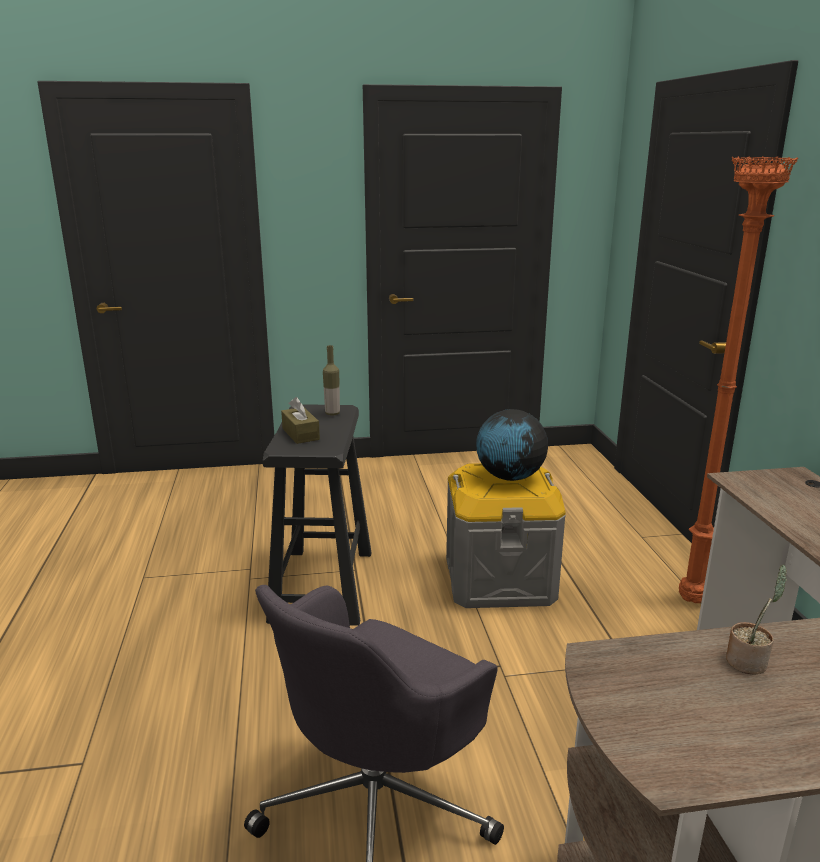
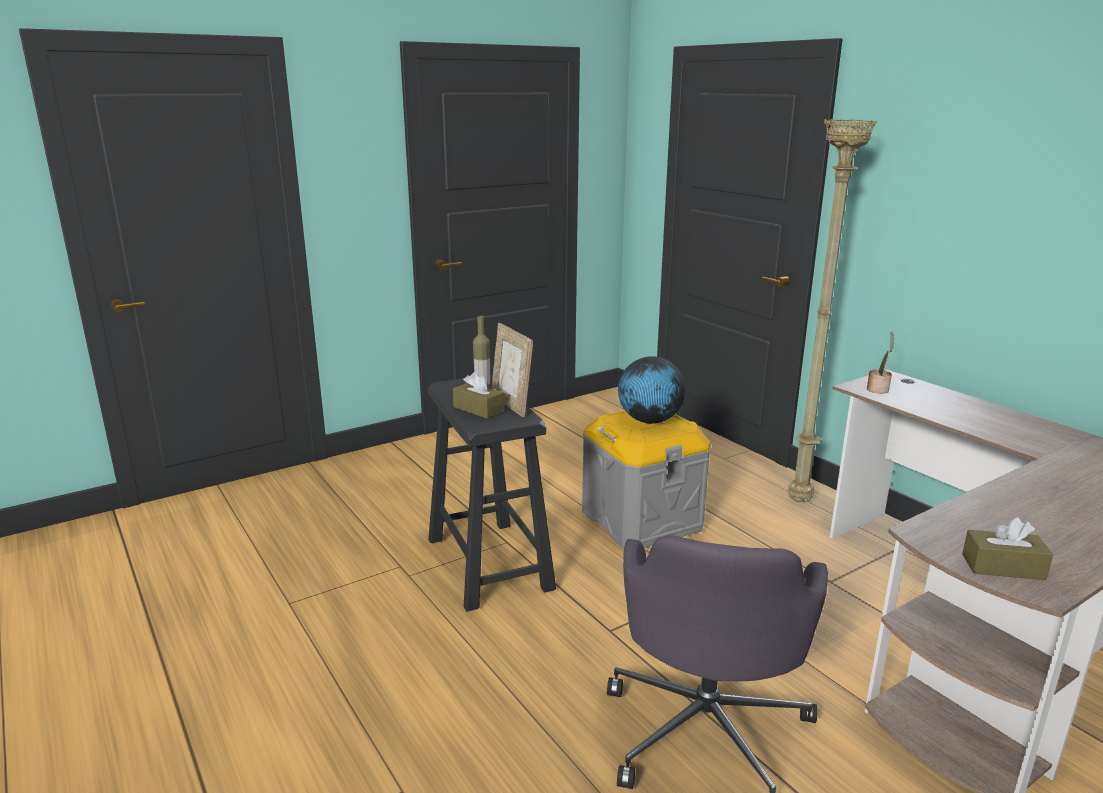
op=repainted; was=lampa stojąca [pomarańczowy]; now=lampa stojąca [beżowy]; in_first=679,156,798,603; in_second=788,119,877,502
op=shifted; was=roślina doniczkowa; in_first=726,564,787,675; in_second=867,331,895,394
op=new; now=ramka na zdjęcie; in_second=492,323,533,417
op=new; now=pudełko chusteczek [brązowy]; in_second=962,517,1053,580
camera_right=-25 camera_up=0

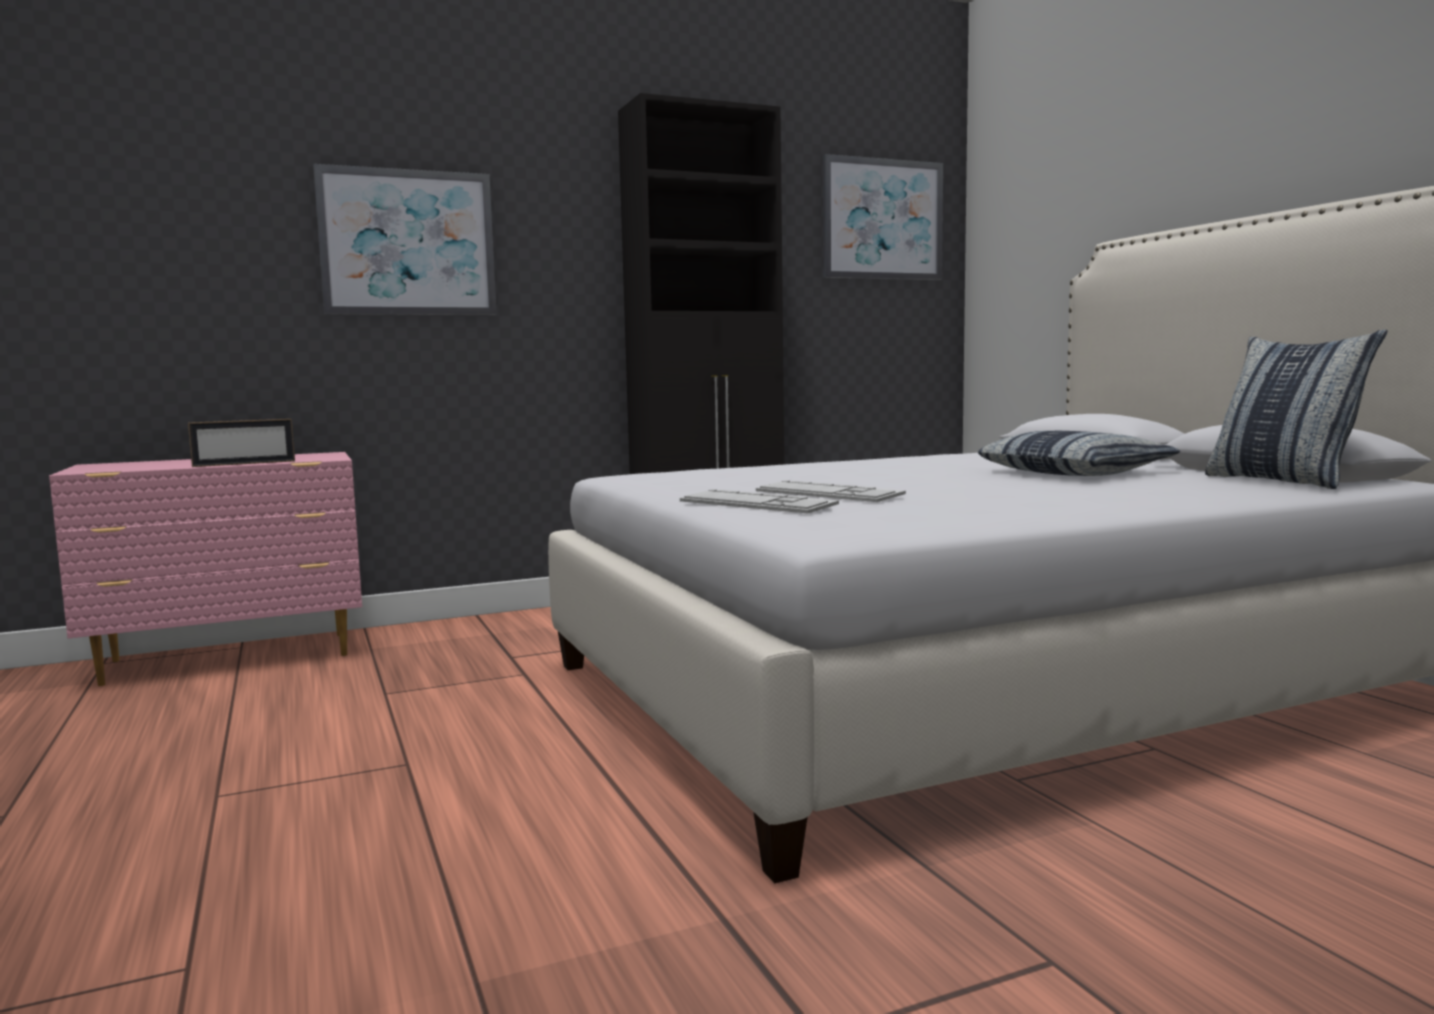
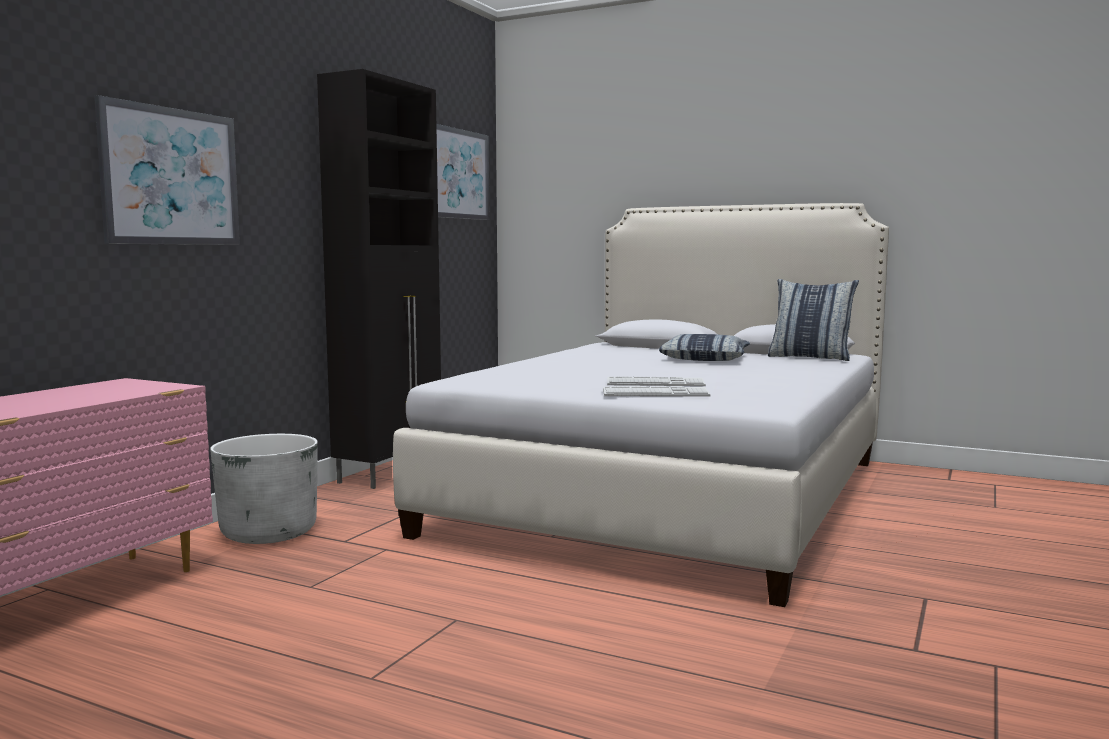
op=gone; was=ramka na zdjęcie; in_first=188,419,295,467
op=new; now=donica [biały]; in_second=210,434,318,544
camera_right=-40 camera_up=0

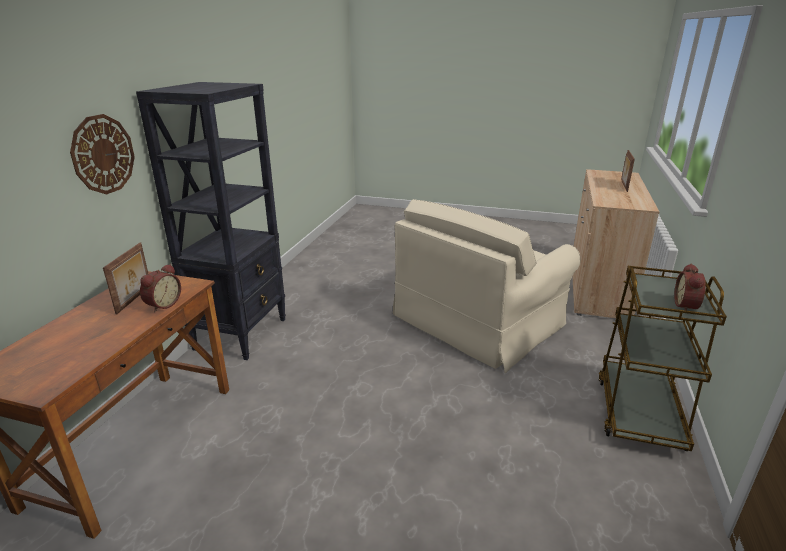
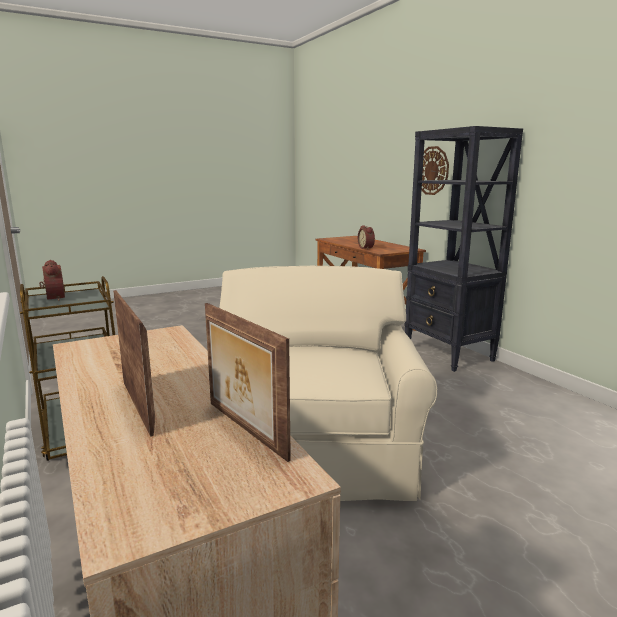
op=shifted; was=ramka na zdjęcie; in_first=103,242,148,315; in_second=205,303,291,462
camera_right=135 camera_up=-10

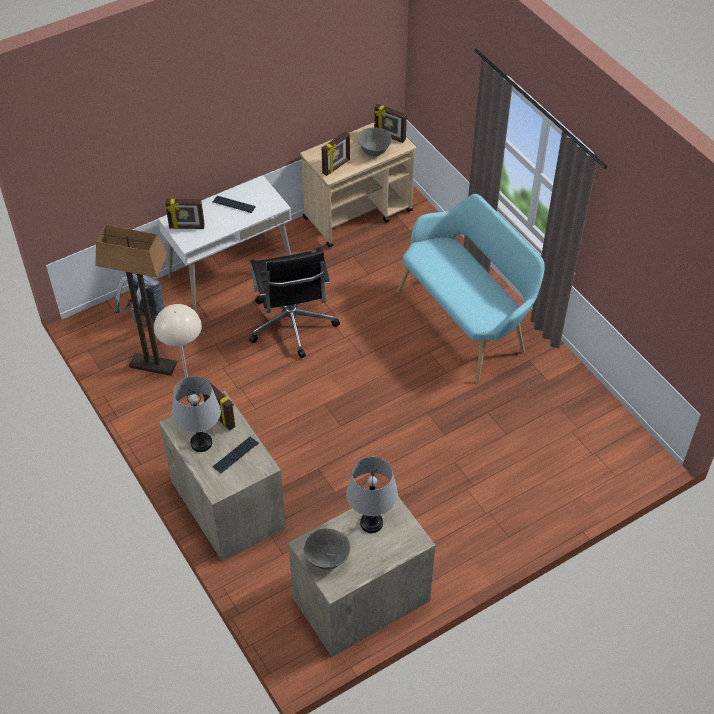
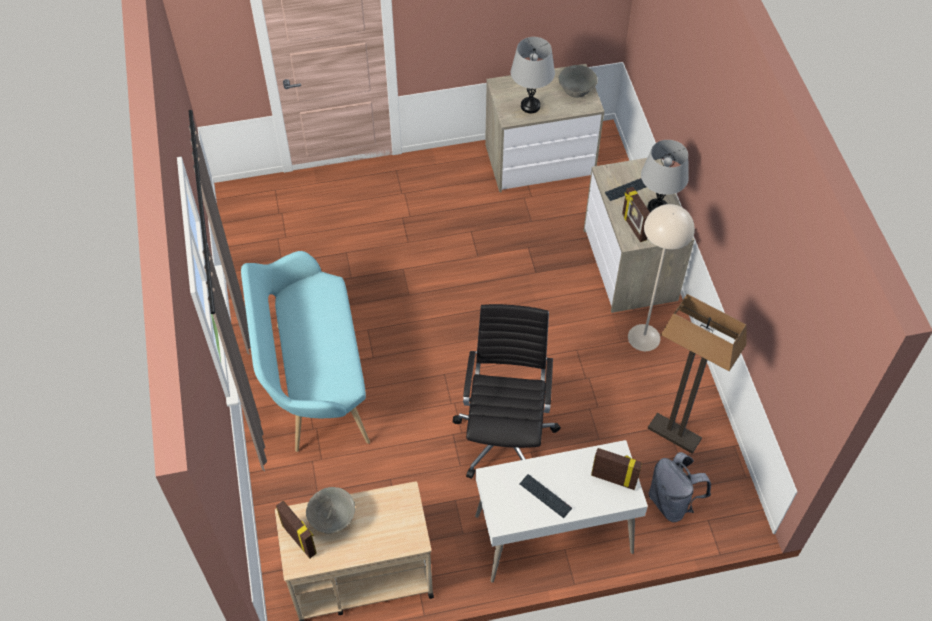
op=gone; was=ramka na zdjęcie; in_first=322,131,350,176
camera_right=-160 camera_up=5

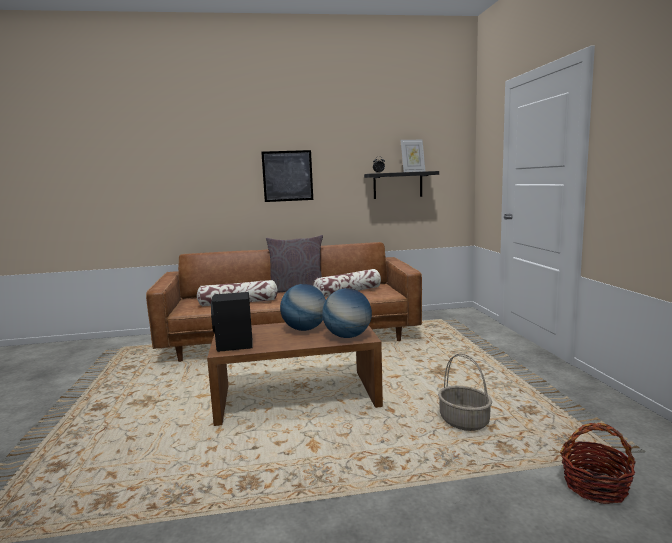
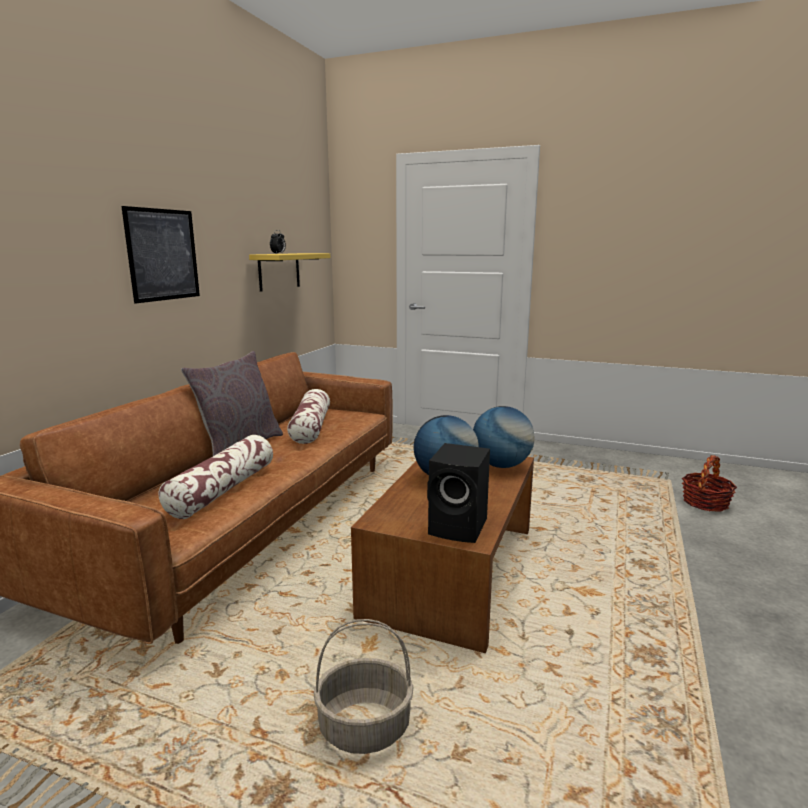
op=gone; was=ramka na zdjęcie; in_first=401,140,425,172
op=repainted; was=półka [czarny]; now=półka [żółty]; in_first=364,171,439,199; in_second=249,253,330,292
op=shifted; was=koszyk; in_first=438,353,492,431; in_second=313,619,414,754
camera_right=-60 camera_up=5

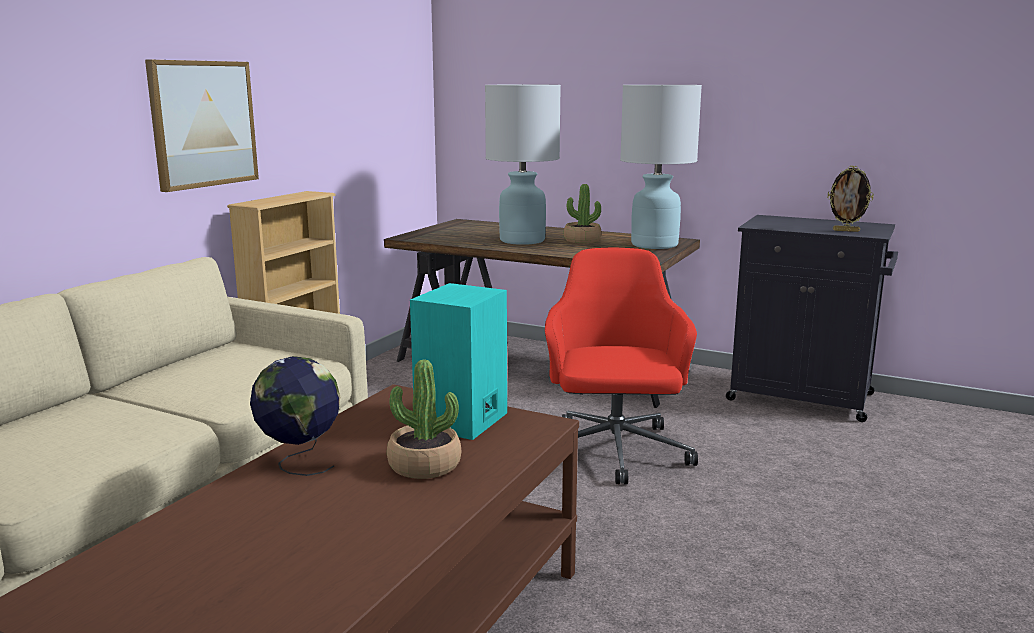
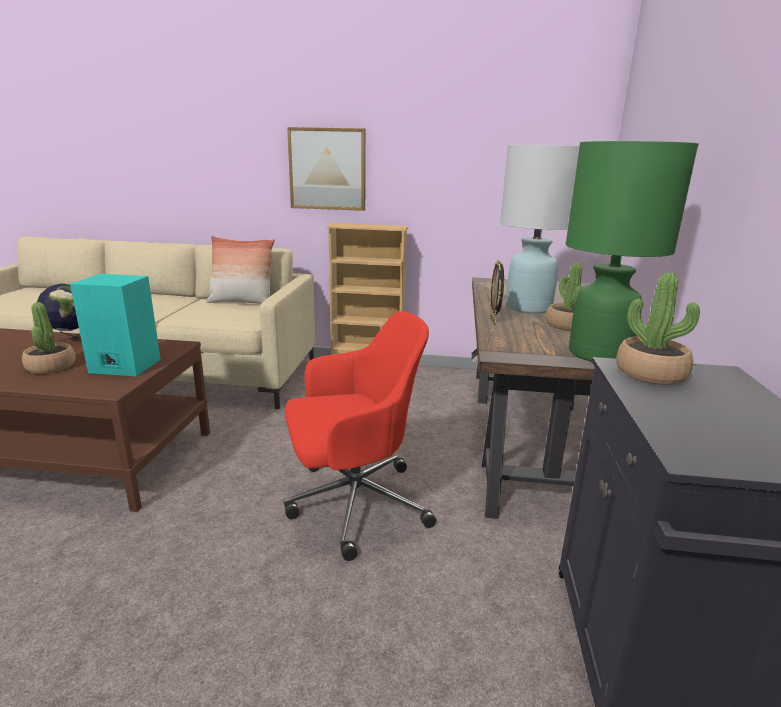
op=repainted; was=lampa stołowa [biały]; now=lampa stołowa [zielony]; in_first=620,85,702,249; in_second=565,141,699,362
op=shifted; was=ramka na zdjęcie; in_first=827,166,874,232; in_second=490,259,504,324
op=new; now=poduszka; in_second=206,236,275,304
op=new; now=roślina doniczkowa; in_second=616,273,700,385
camera_right=70 camera_up=5

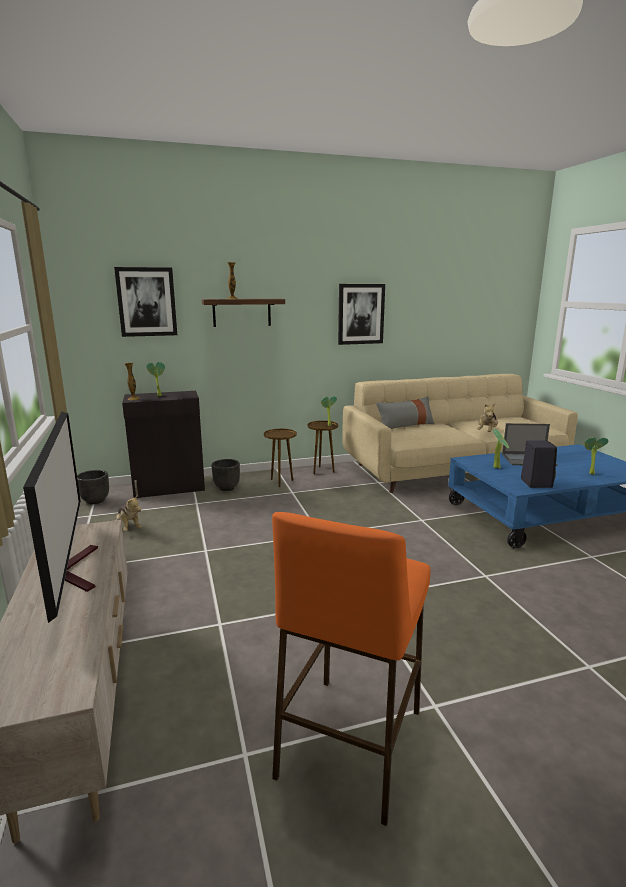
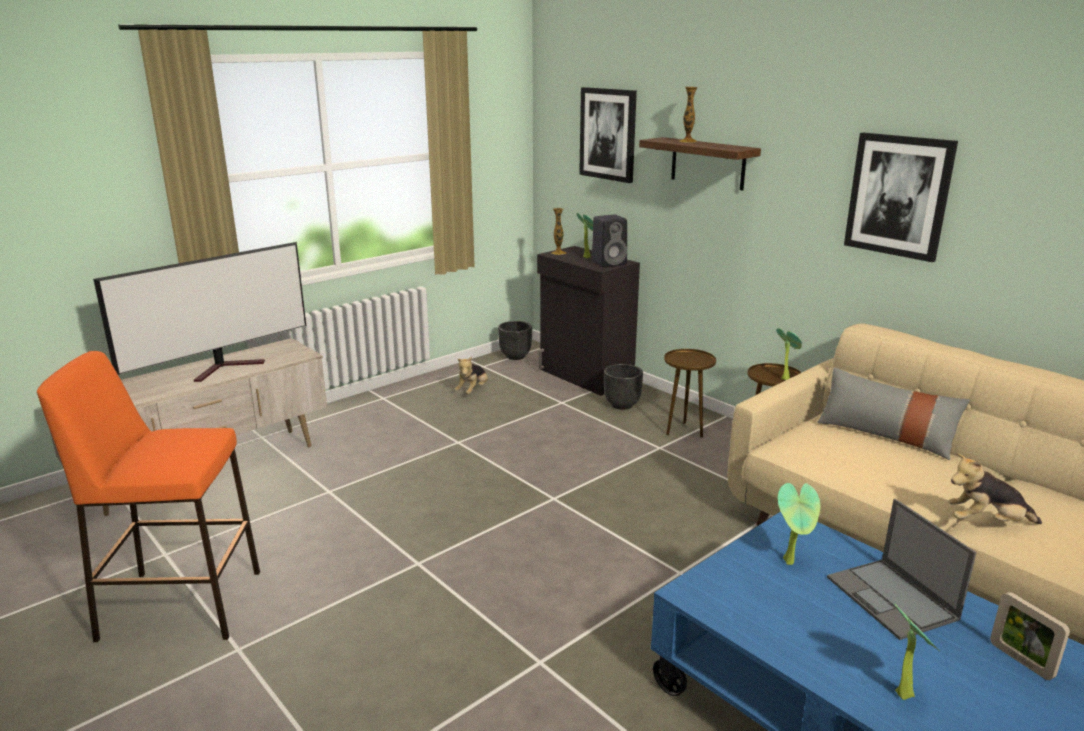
op=shifted; was=głośnik [czarny]; in_first=521,440,557,488; in_second=592,215,627,267
op=new; now=ramka na zdjęcie; in_second=990,592,1070,680
camera_right=65 camera_up=5

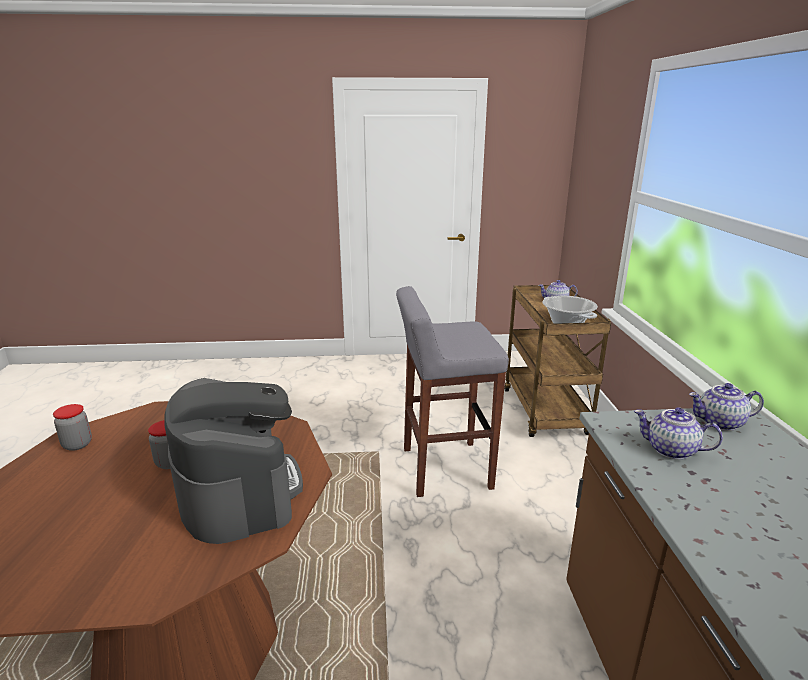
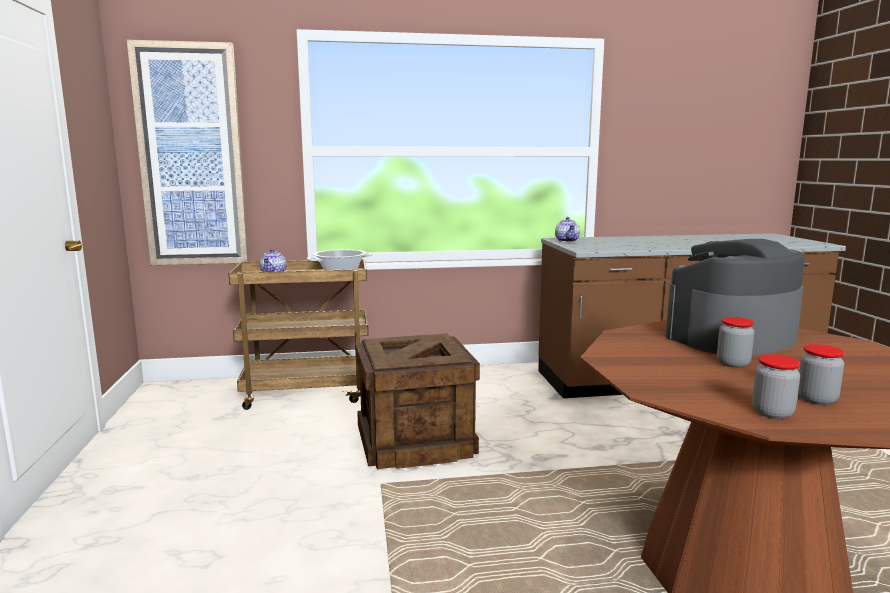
op=swapped; was=stołek [szary]; now=skrzynka; in_first=396,286,509,497; in_second=355,333,480,469
op=gone; was=imbryk; in_first=634,407,723,460
op=new; now=obraz; in_second=127,40,249,265
op=new; now=słoik; in_second=798,344,845,405
camera_right=-95 camera_up=-10

